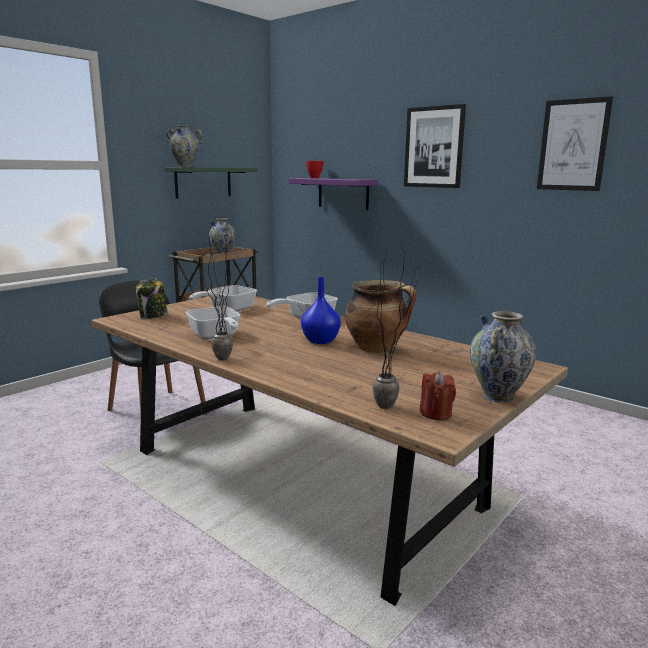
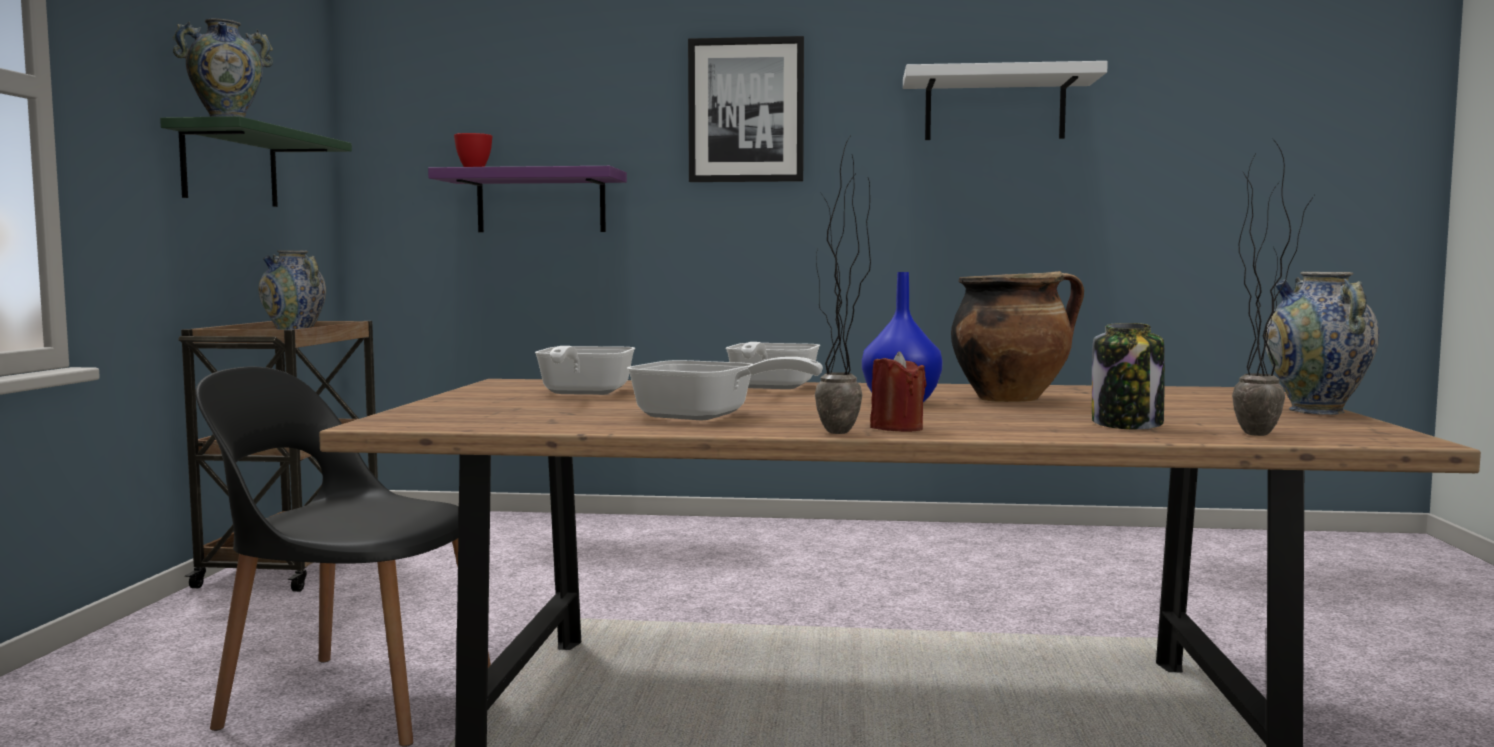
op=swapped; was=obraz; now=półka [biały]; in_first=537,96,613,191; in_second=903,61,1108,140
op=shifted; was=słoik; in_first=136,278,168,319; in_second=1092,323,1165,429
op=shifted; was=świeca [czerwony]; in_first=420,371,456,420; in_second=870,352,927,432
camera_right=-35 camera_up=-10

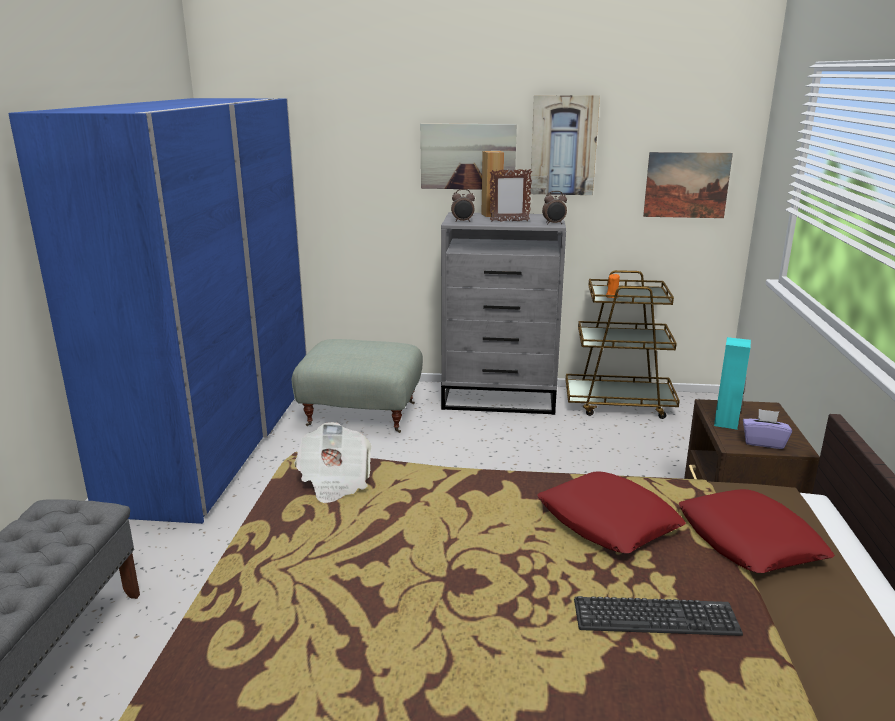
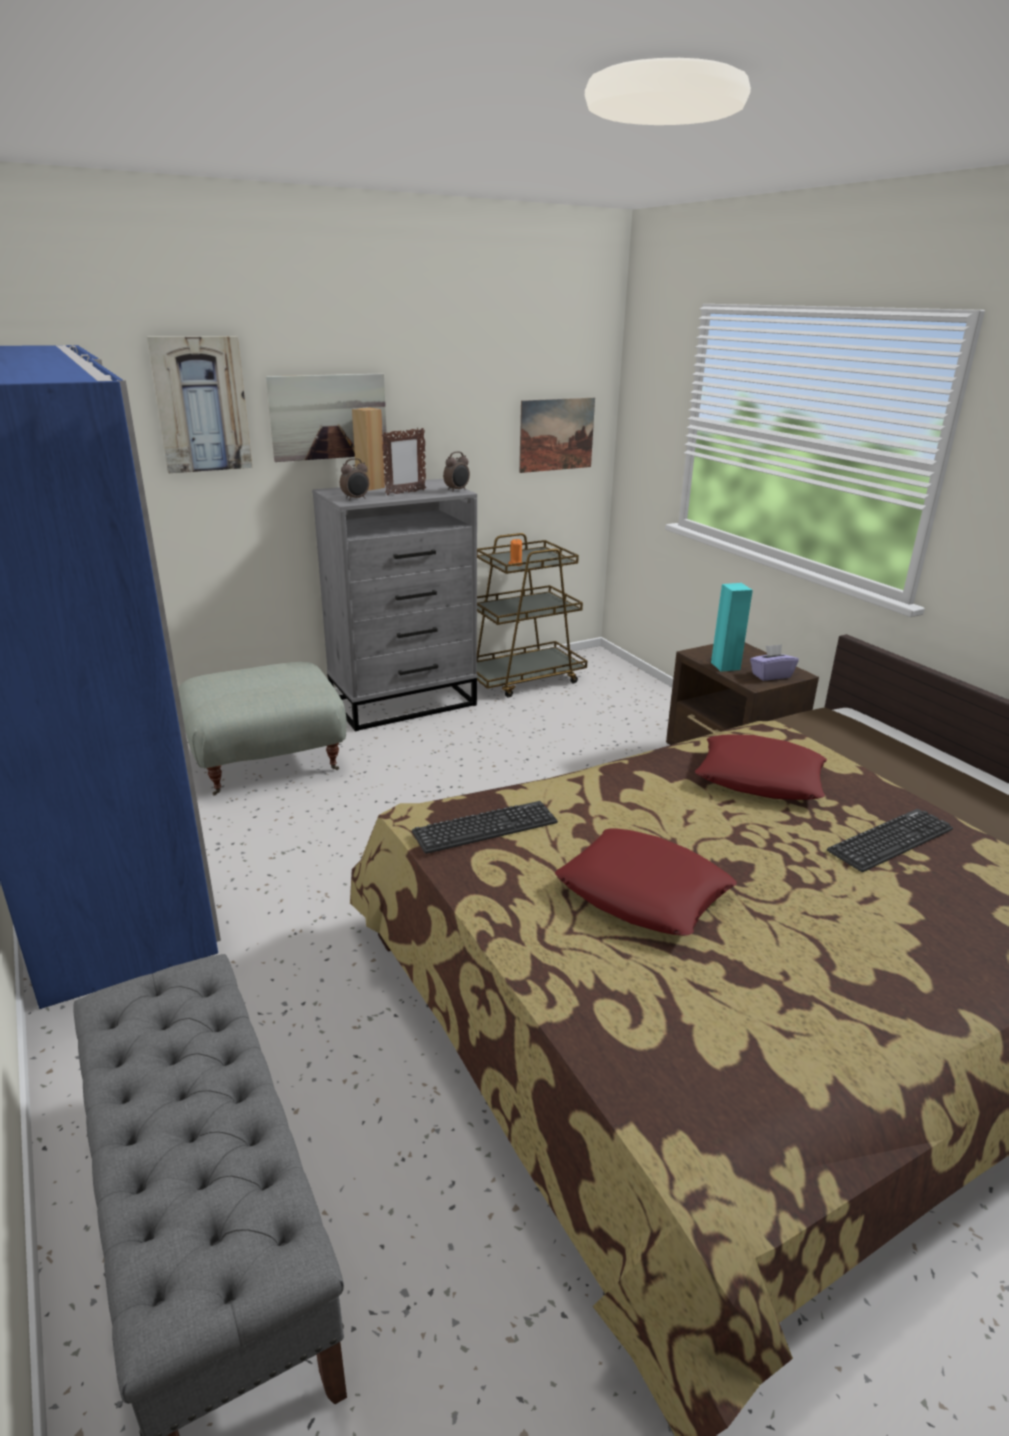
op=shifted; was=obraz; in_first=530,95,600,195; in_second=147,336,253,474
op=swapped; was=gazeta; now=klawiatura; in_first=294,422,372,503; in_second=412,801,558,854
op=shifted; was=poduszka [czerwony]; in_first=678,489,835,573; in_second=555,828,736,936
camera_right=-35 camera_up=5

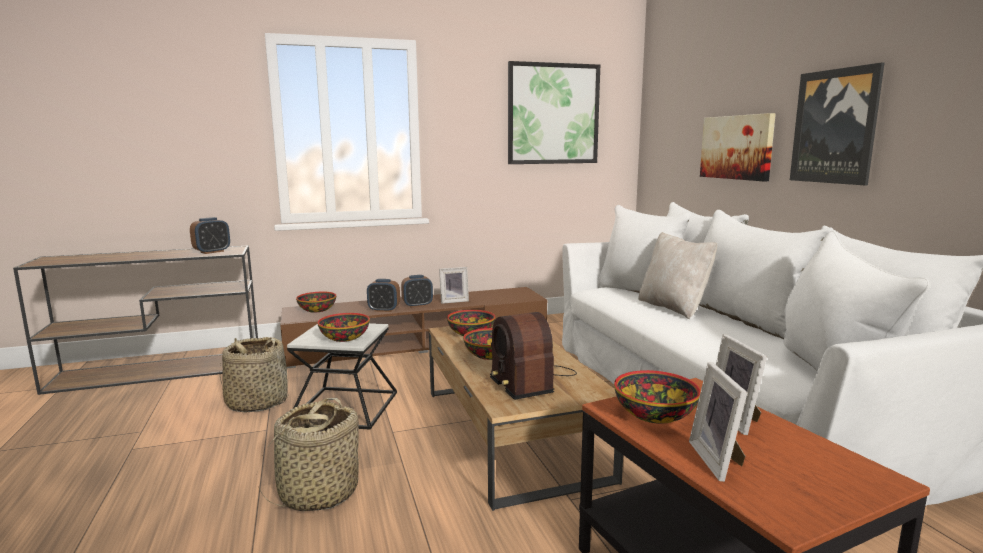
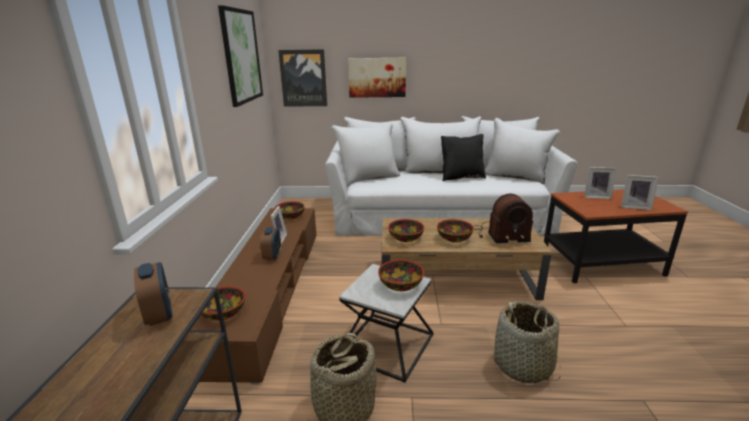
op=shifted; was=obraz; in_first=790,62,885,186; in_second=278,49,327,107
op=gone; was=poduszka [beżowy]; in_first=638,232,717,319
op=gone; was=budzik; in_first=367,279,400,312
op=shifted; was=miska; in_first=614,370,701,424; in_second=274,201,305,220
op=new; now=poduszka [czarny]; in_second=441,134,486,181
camera_right=-70 camera_up=10

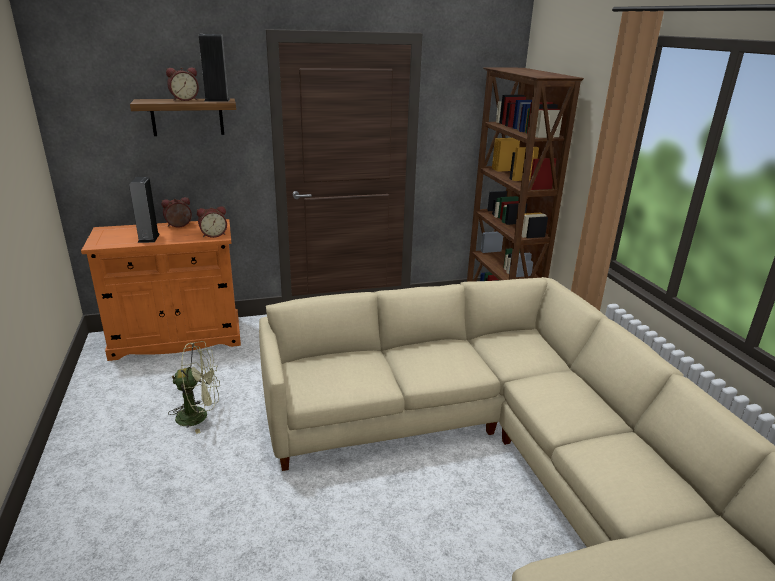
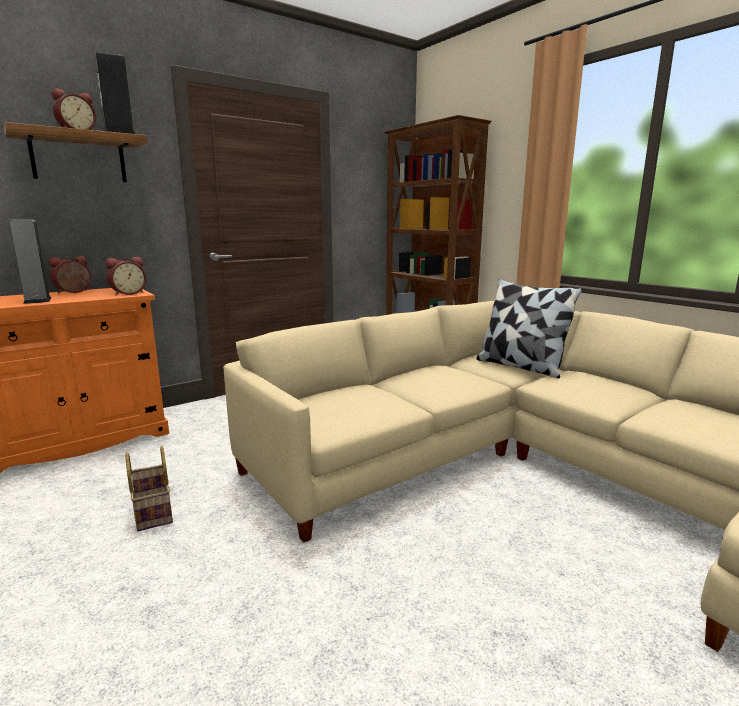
op=swapped; was=wentylator [zielony]; now=koszyk; in_first=168,341,220,434; in_second=125,446,173,531
op=new; now=poduszka; in_second=476,279,583,378
camera_right=-20 camera_up=-10

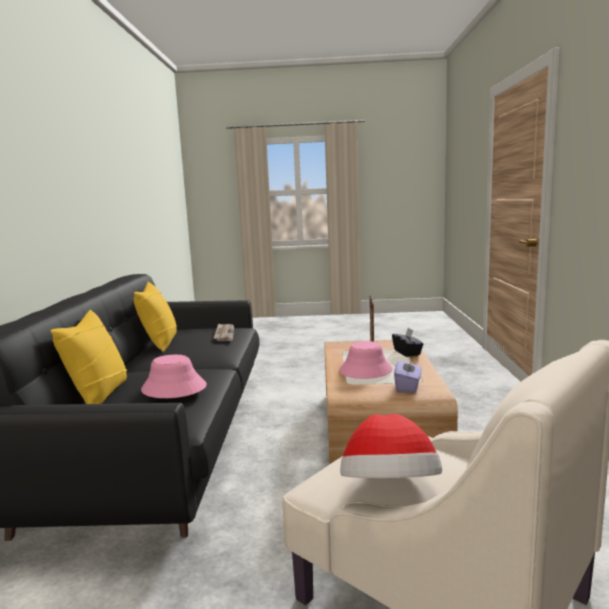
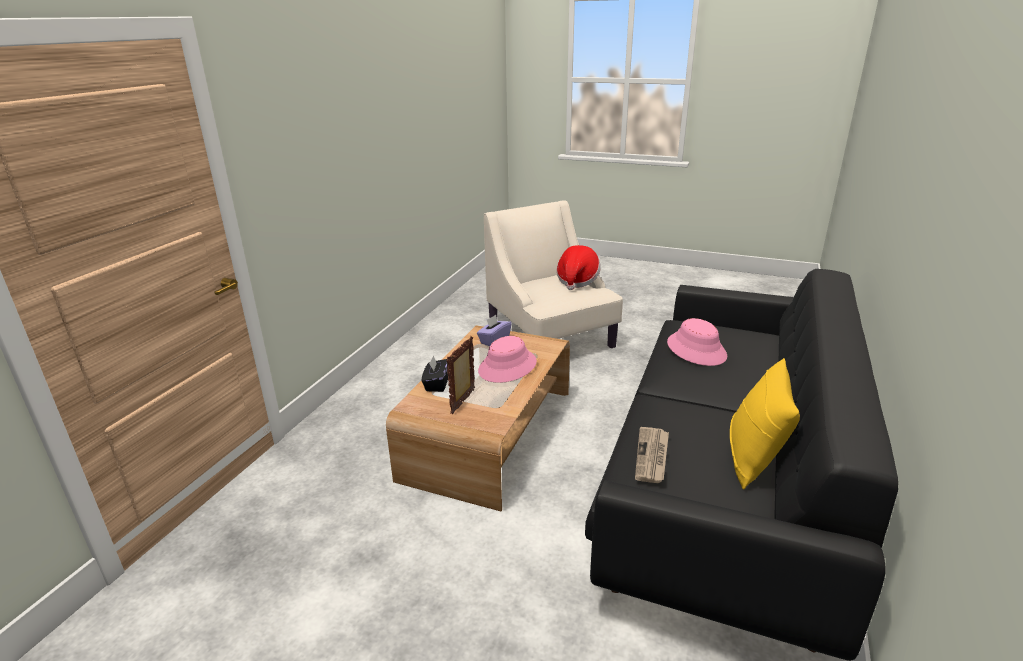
op=gone; was=poduszka [żółty]; in_first=50,310,127,404
camera_right=-160 camera_up=15

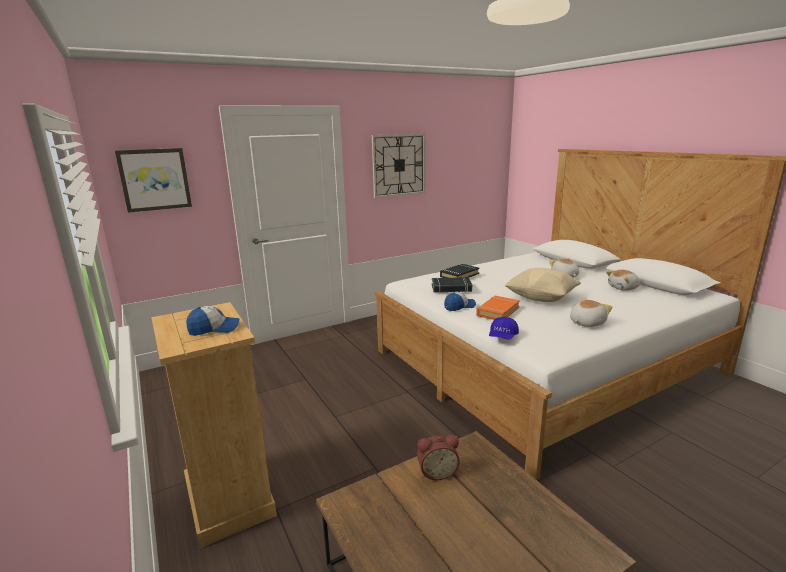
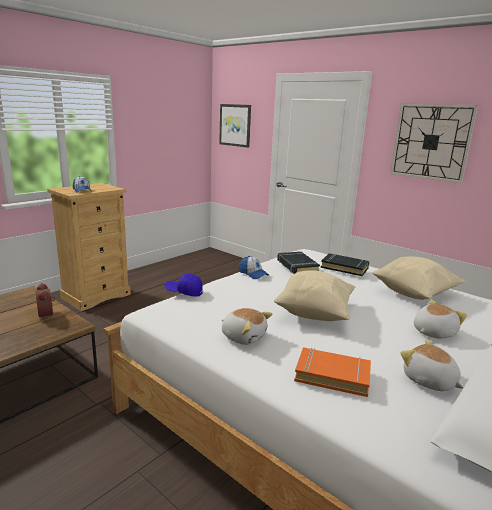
op=shifted; was=książka [pomarańczowy]; in_first=476,296,520,320; in_second=294,347,371,397
op=new; now=poduszka [beżowy]; in_second=373,256,465,300
camera_right=70 camera_up=0

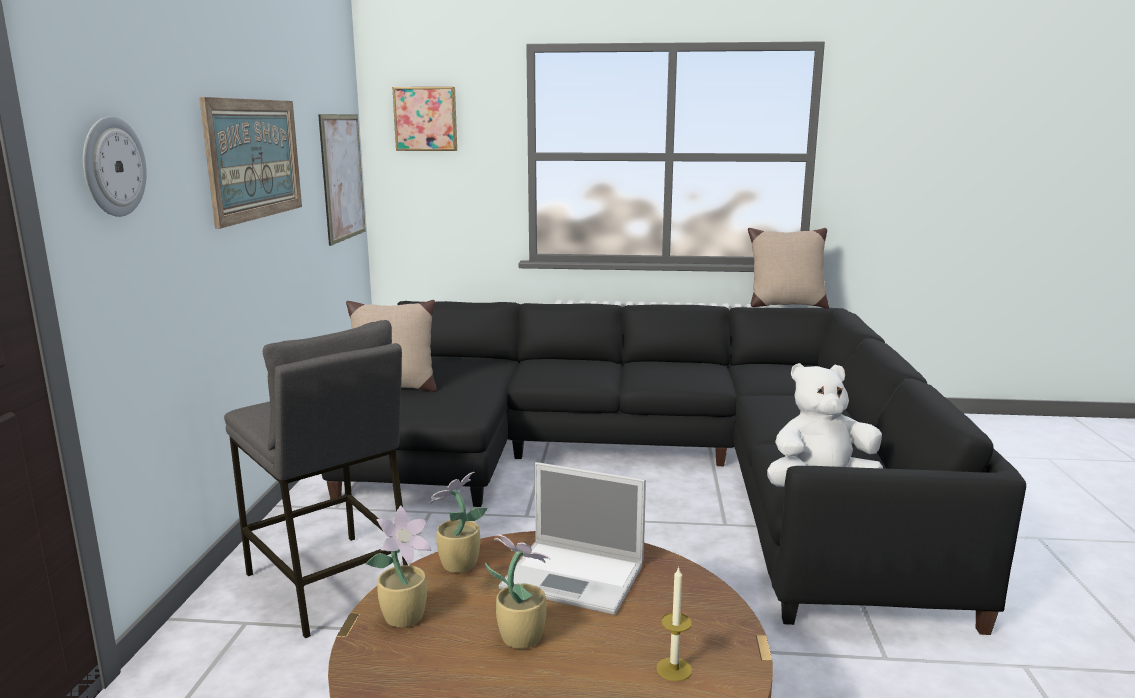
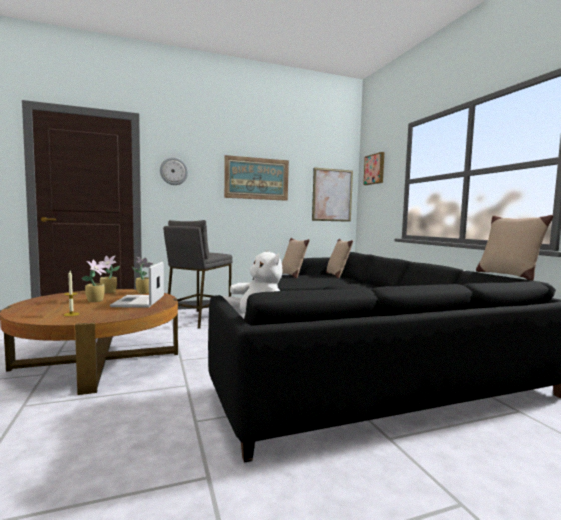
op=new; now=poduszka [beżowy]; in_second=326,239,353,278
camera_right=65 camera_up=-10

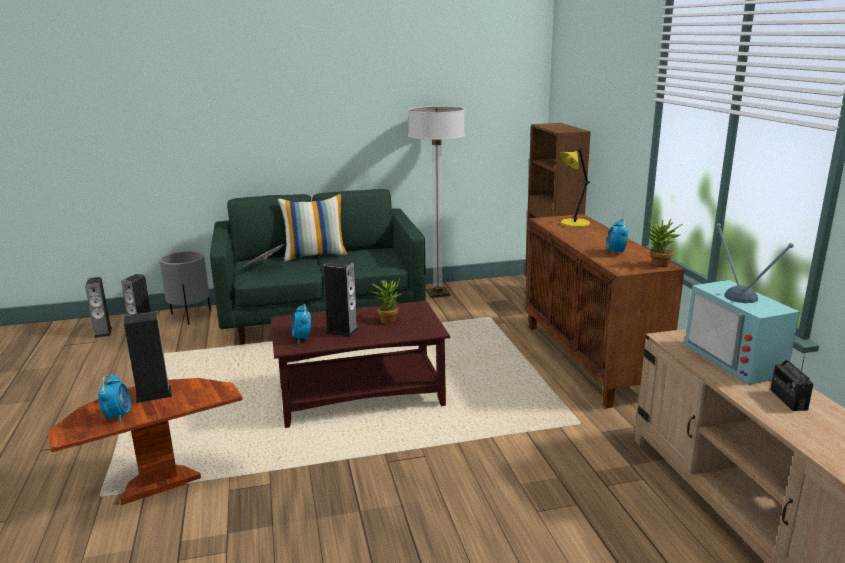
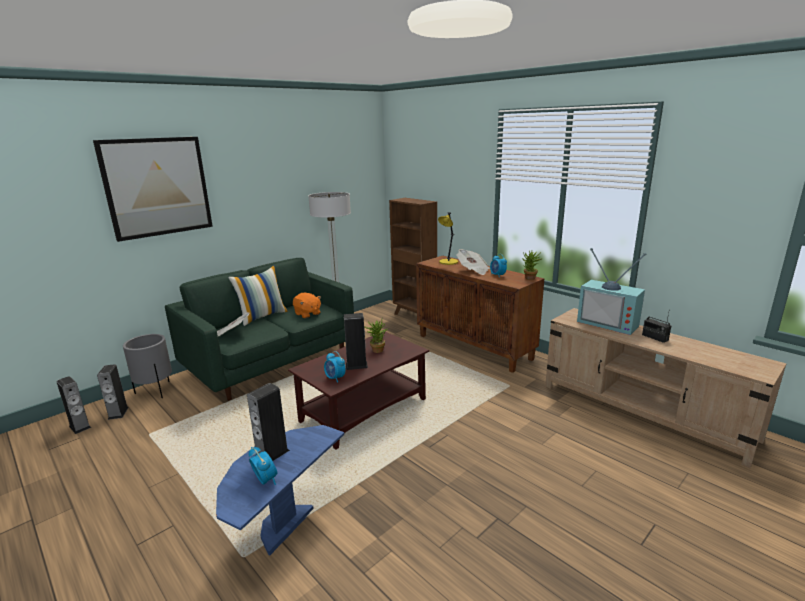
op=repainted; was=stolik [brązowy]; now=stolik [niebieski]; in_first=48,378,243,505; in_second=216,425,344,555
op=new; now=obraz; in_second=93,137,213,242
op=new; now=gazeta; in_second=456,249,490,275
op=new; now=pluszak [pomarańczowy]; in_second=293,293,321,318
camera_right=-30 camera_up=0

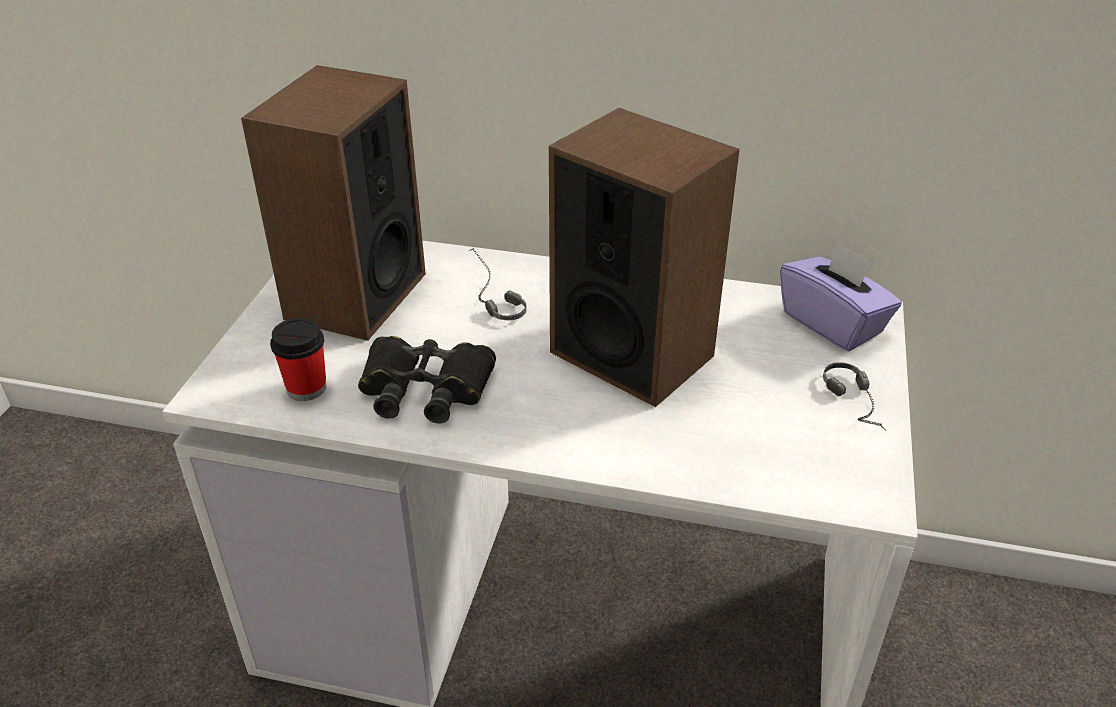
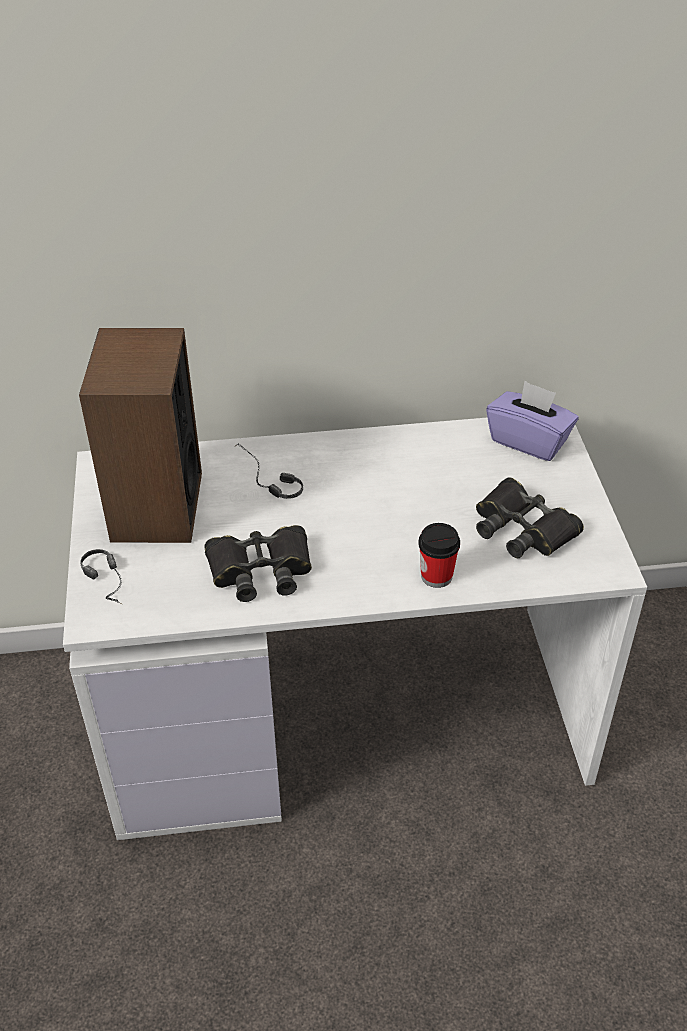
op=gone; was=głośnik; in_first=549,108,740,407
op=shifted; was=filiżanka; in_first=270,318,326,401; in_second=418,523,460,588
op=shifted; was=słuchawki; in_first=823,362,887,431; in_second=80,549,122,604
op=new; now=lornetka [czarny]; in_second=476,477,584,558
camera_right=-20 camera_up=5

